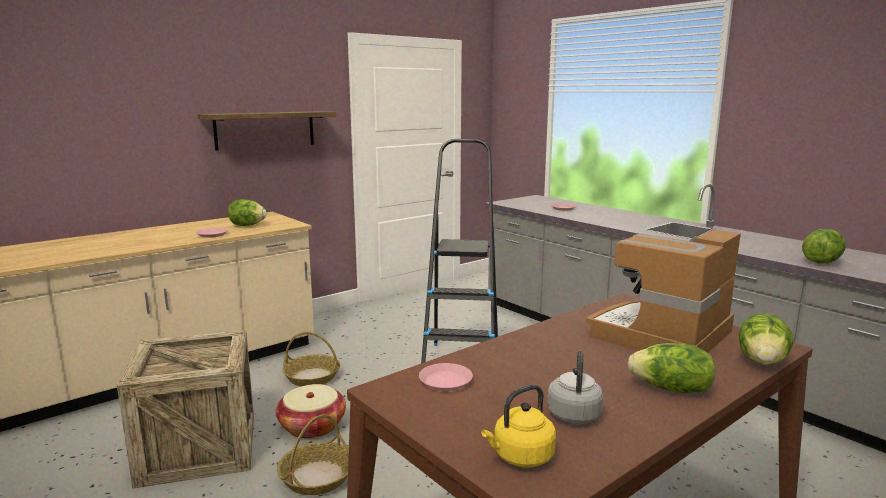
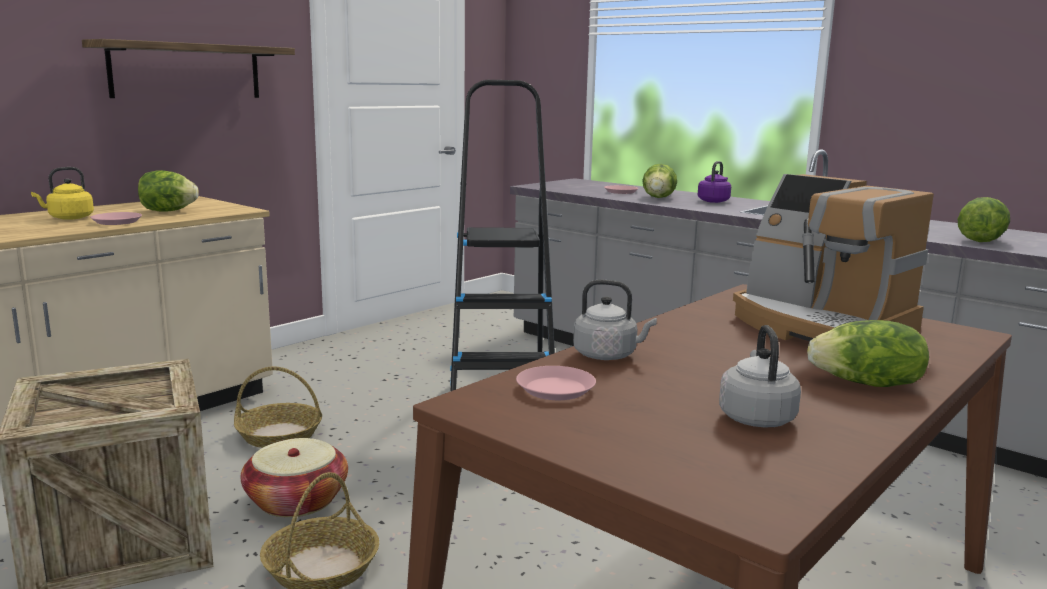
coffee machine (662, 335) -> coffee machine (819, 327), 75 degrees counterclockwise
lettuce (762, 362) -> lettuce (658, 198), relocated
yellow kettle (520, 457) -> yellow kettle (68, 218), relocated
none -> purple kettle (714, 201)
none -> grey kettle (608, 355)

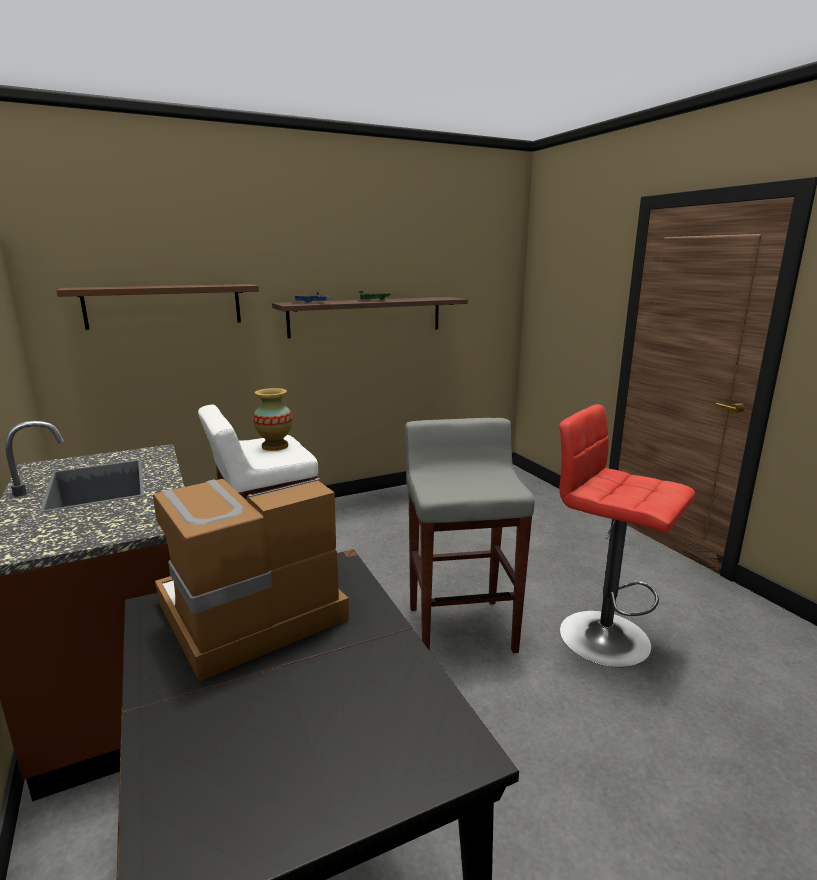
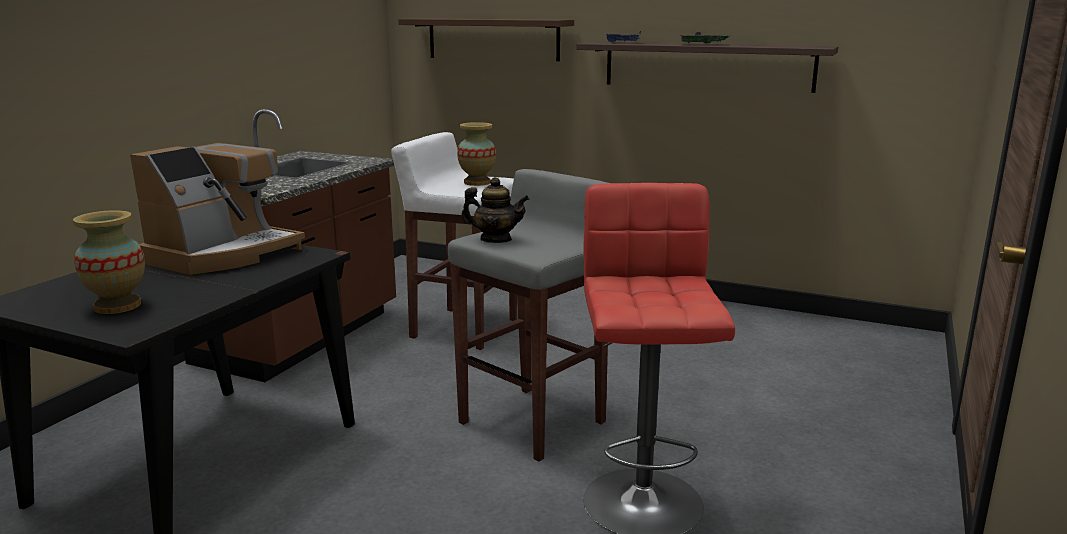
coffee machine (249, 614) -> coffee machine (224, 255), 105 degrees clockwise
none -> teapot (495, 240)
none -> vase (118, 306)

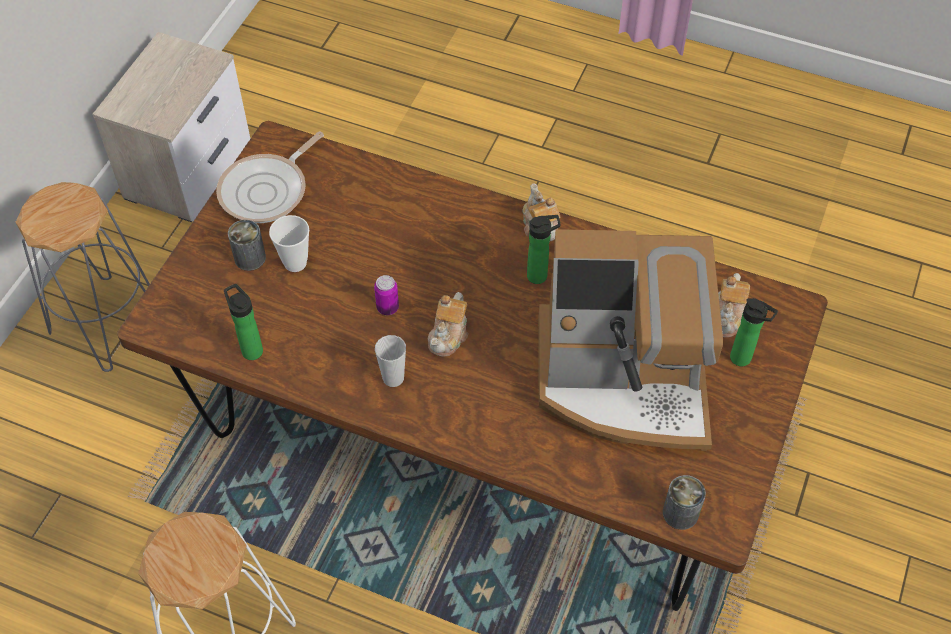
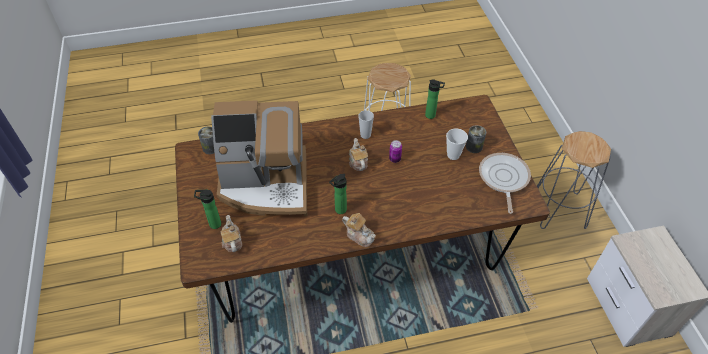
coffee machine (623, 380) -> coffee machine (266, 184), 150 degrees counterclockwise

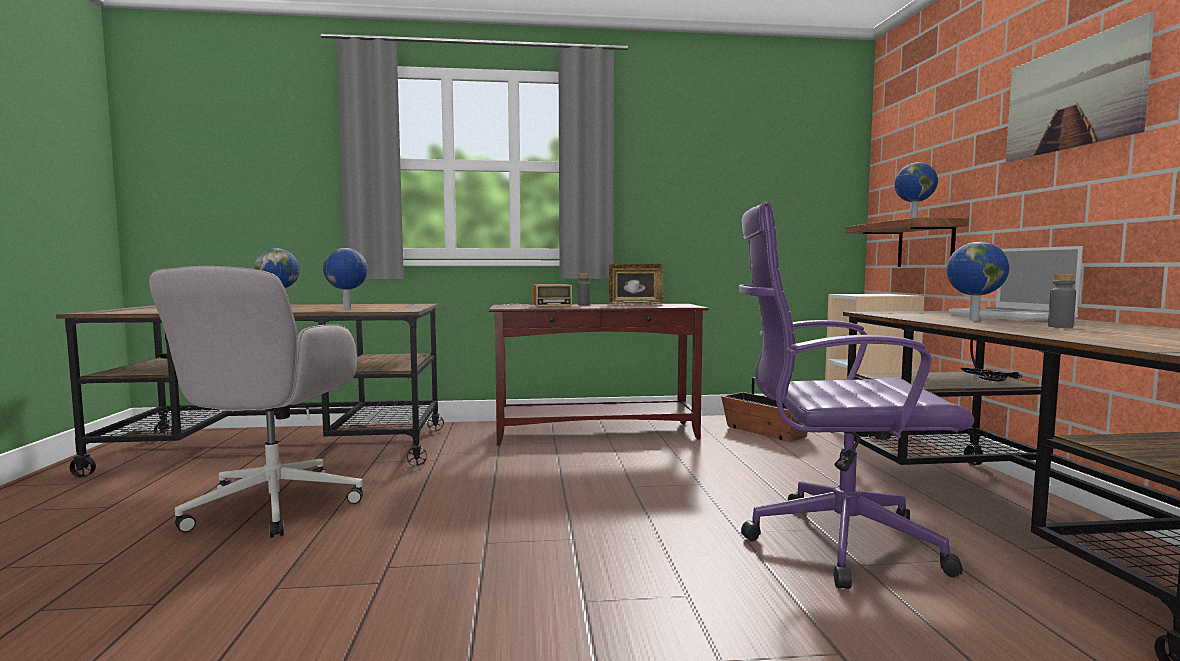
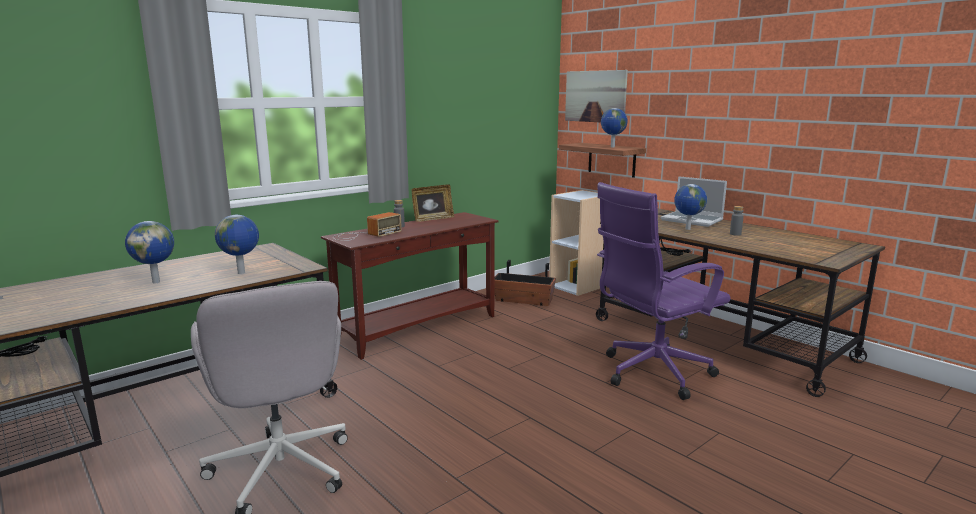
picture (1072, 96) -> picture (595, 96), relocated

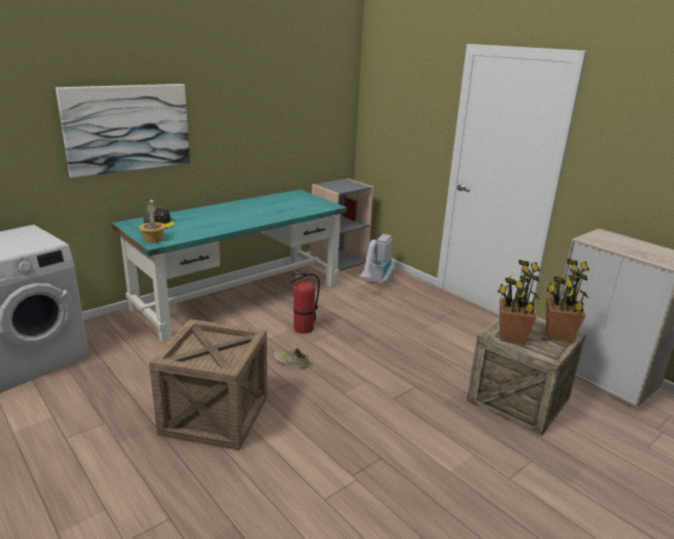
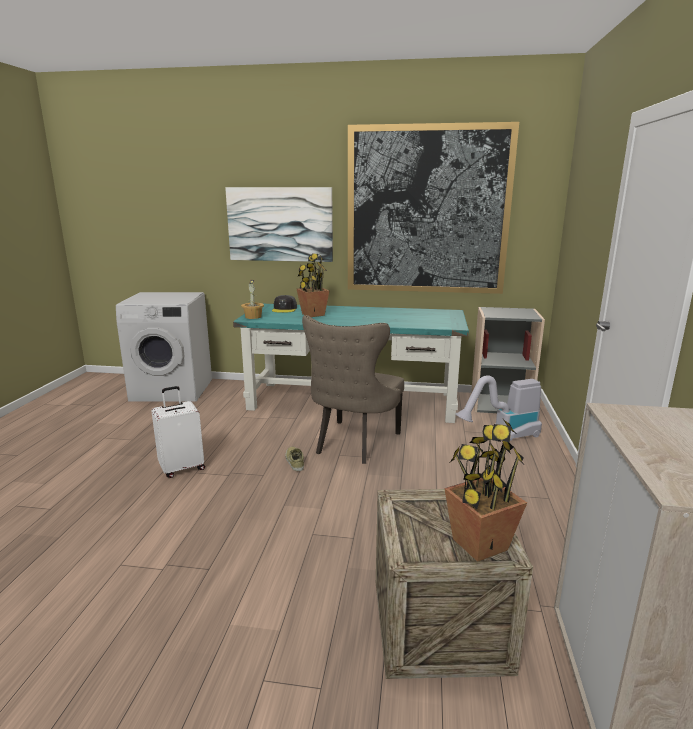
potted plant (511, 337) -> potted plant (313, 314), relocated
fire extinguisher (303, 329) -> beige chair (353, 443)
crate (215, 415) -> white suitcase (182, 468)
none -> picture (427, 211)

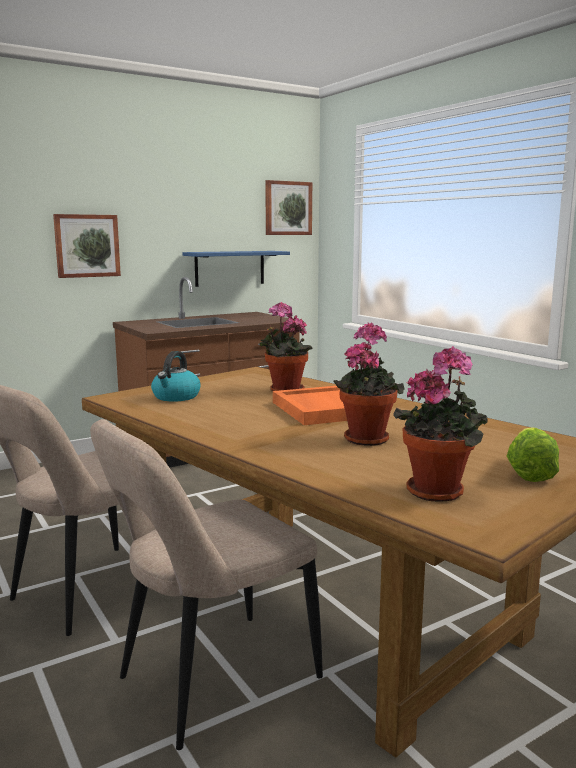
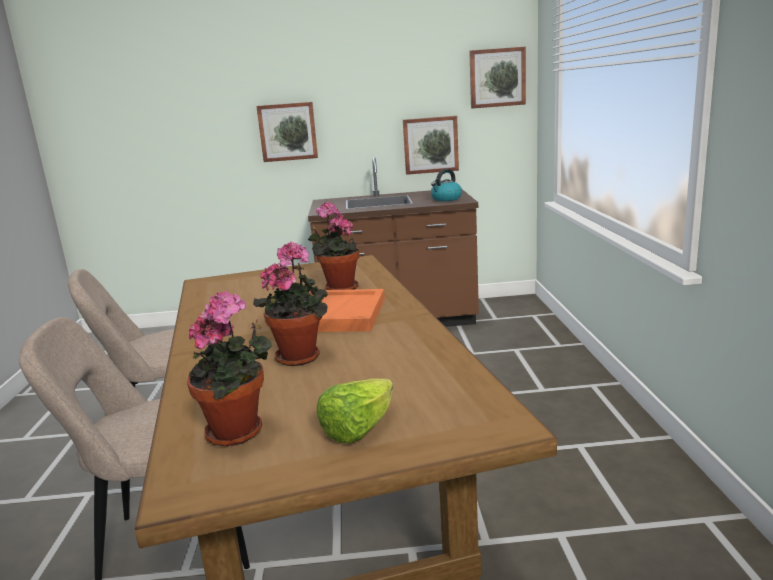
blue shelf (230, 268) -> picture (430, 145)
kettle (176, 397) -> kettle (446, 199), relocated

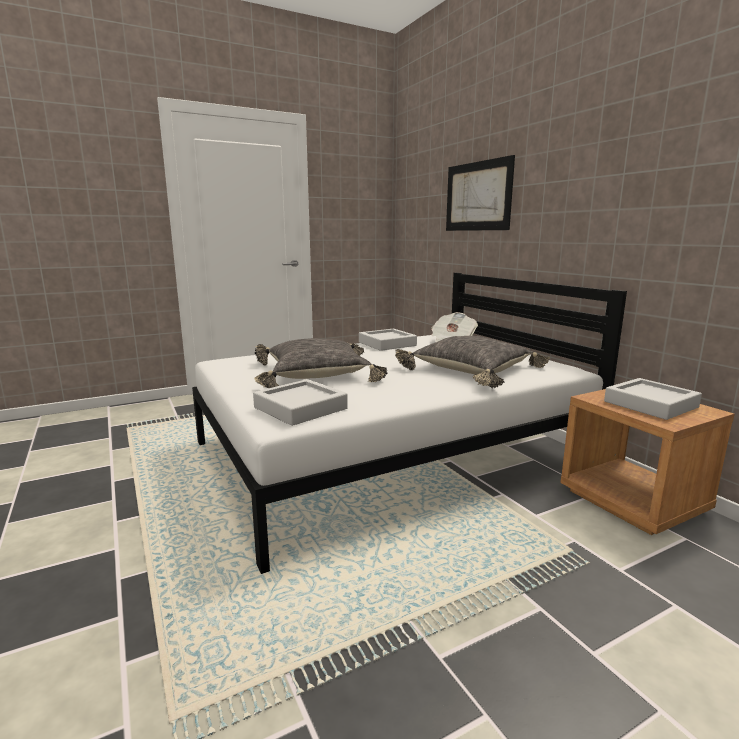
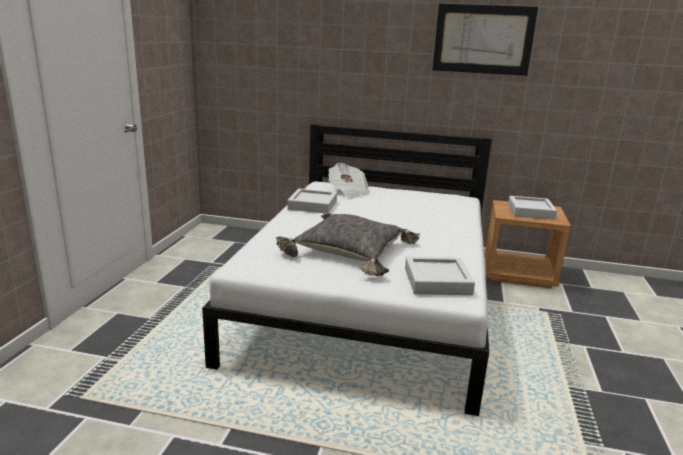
picture (477, 196) -> picture (483, 39), relocated
pillow (472, 368) -> none

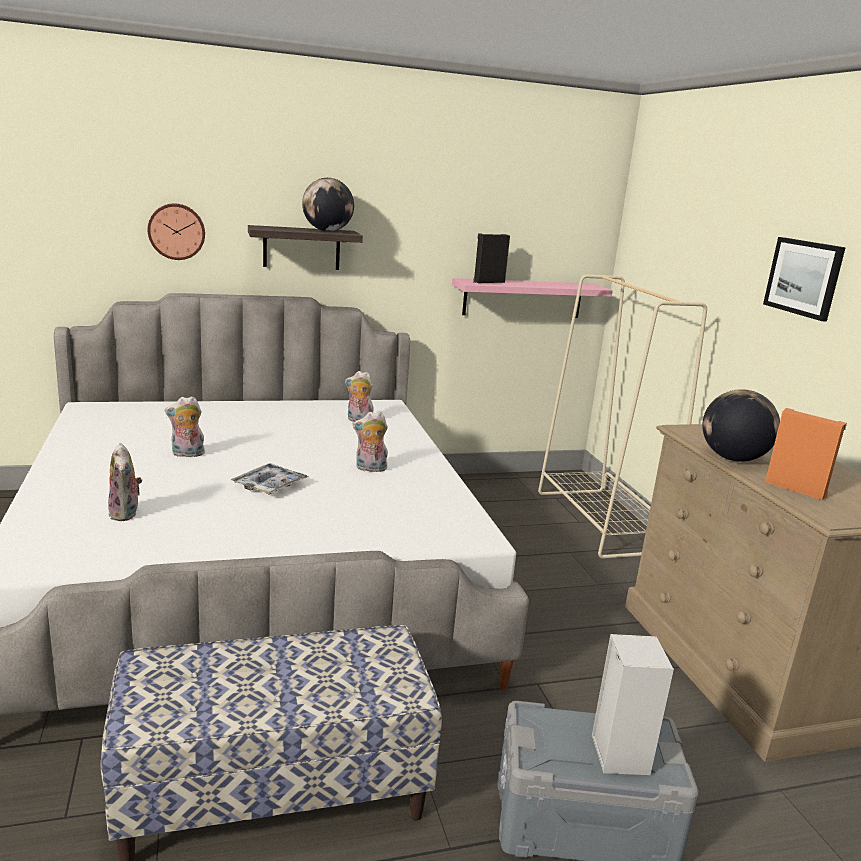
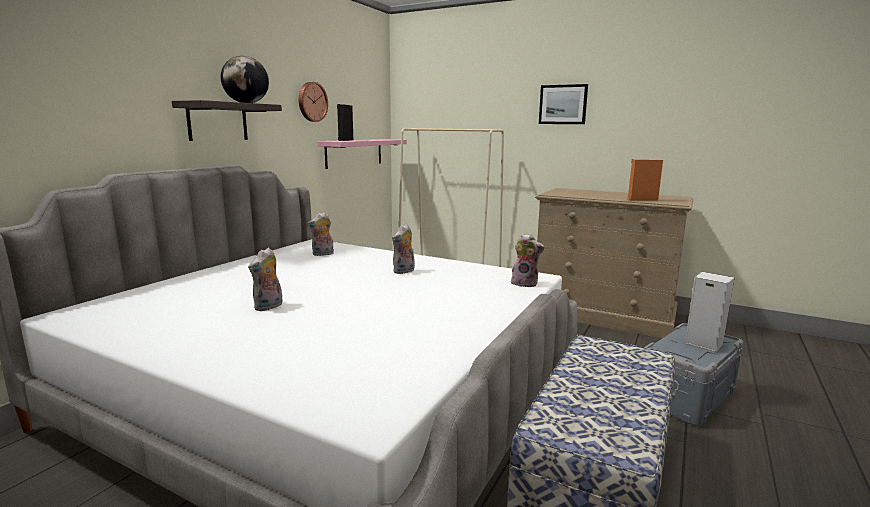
wall clock (176, 231) -> wall clock (311, 102), relocated
globe (733, 458) -> none
plush toy (126, 514) -> plush toy (525, 283), relocated
tray (269, 485) -> none

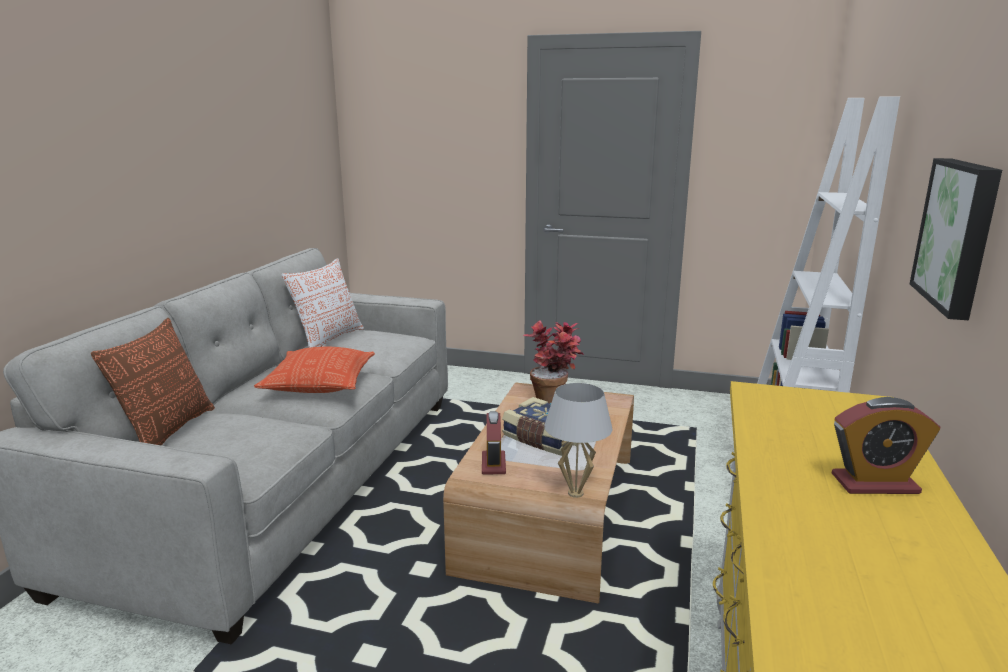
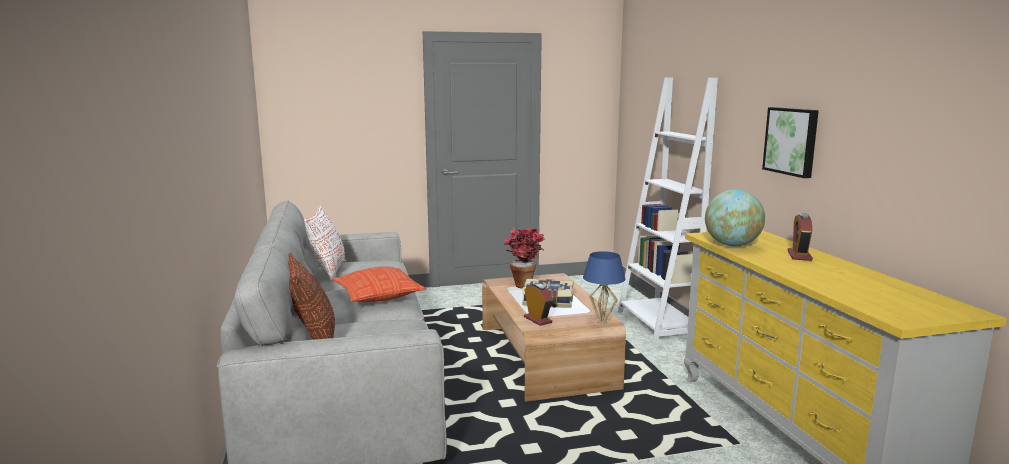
white table lamp (575, 493) -> blue table lamp (602, 322)
alarm clock (874, 484) -> alarm clock (799, 255), 135 degrees clockwise
none -> globe (732, 245)

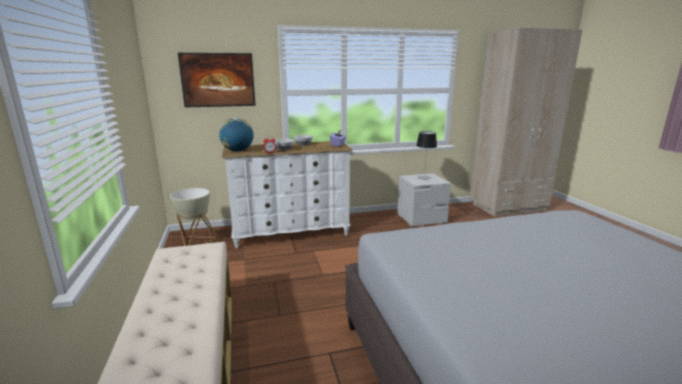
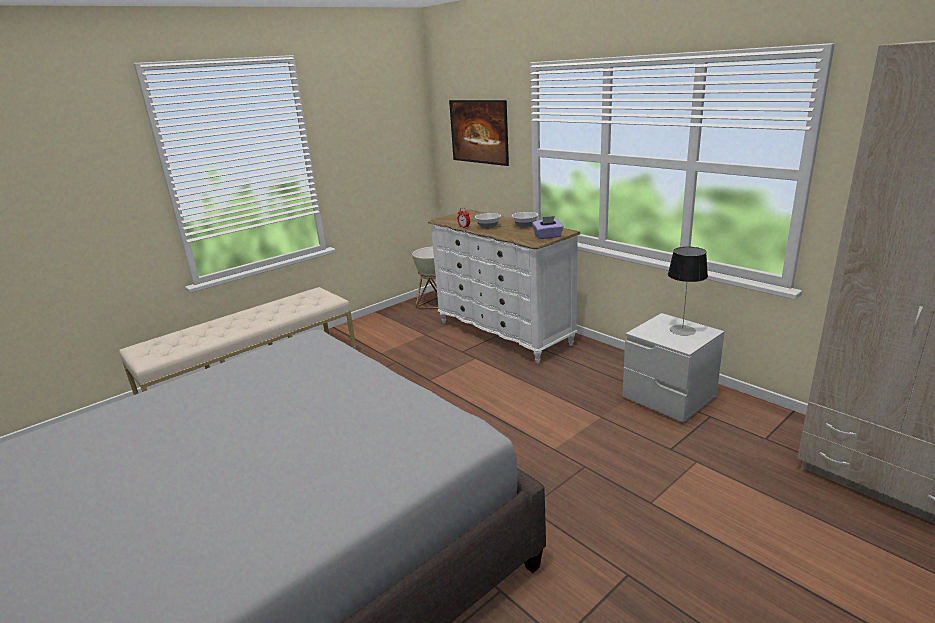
globe (237, 151) -> none

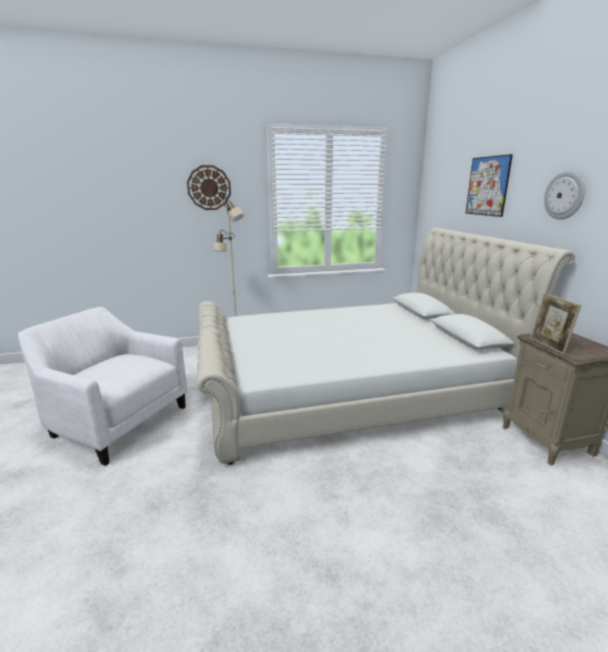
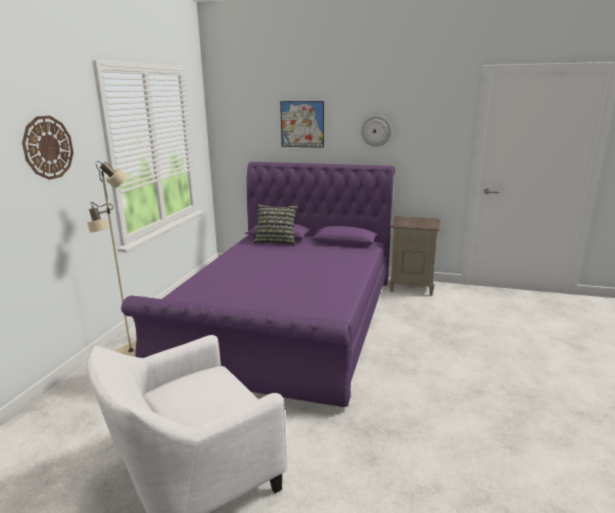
beige bed (349, 387) -> purple bed (287, 319)
picture frame (548, 346) -> none
none -> pillow (276, 242)

